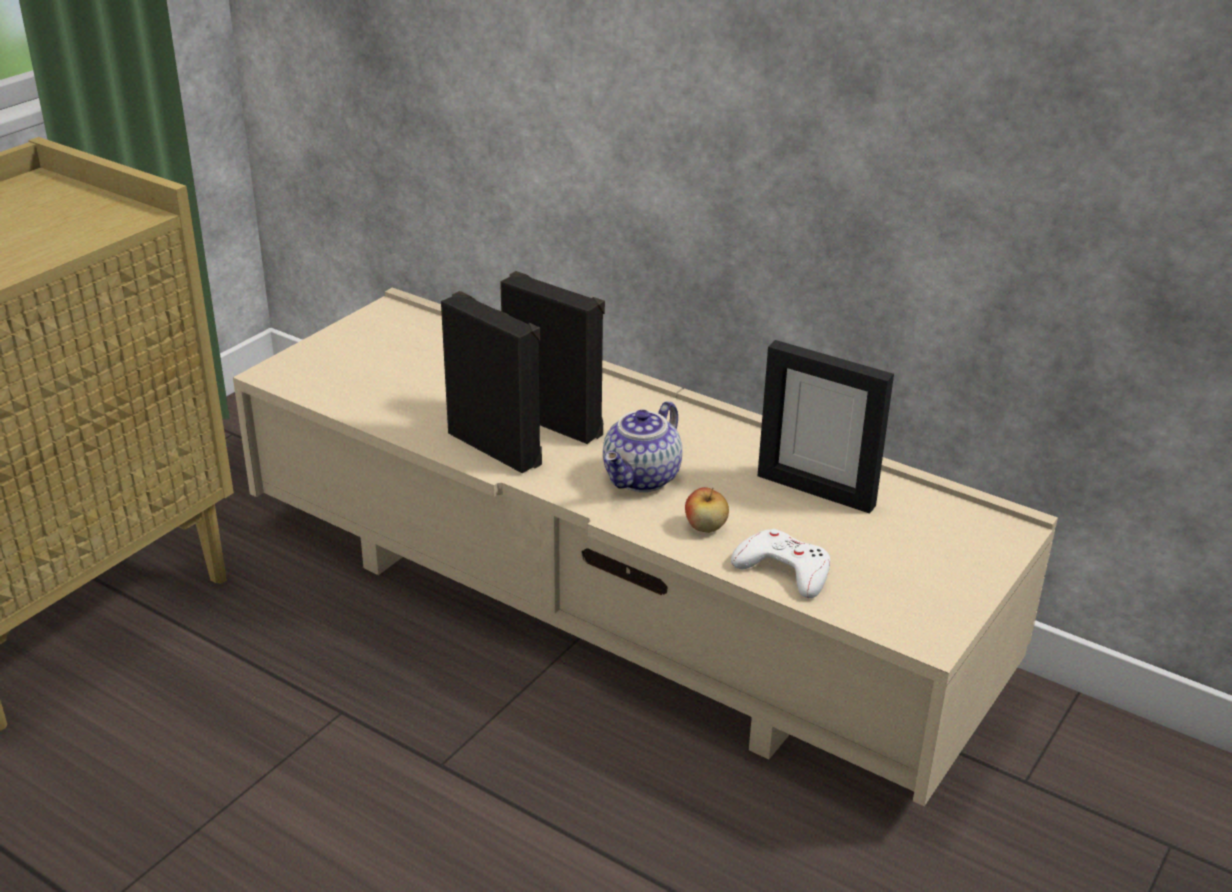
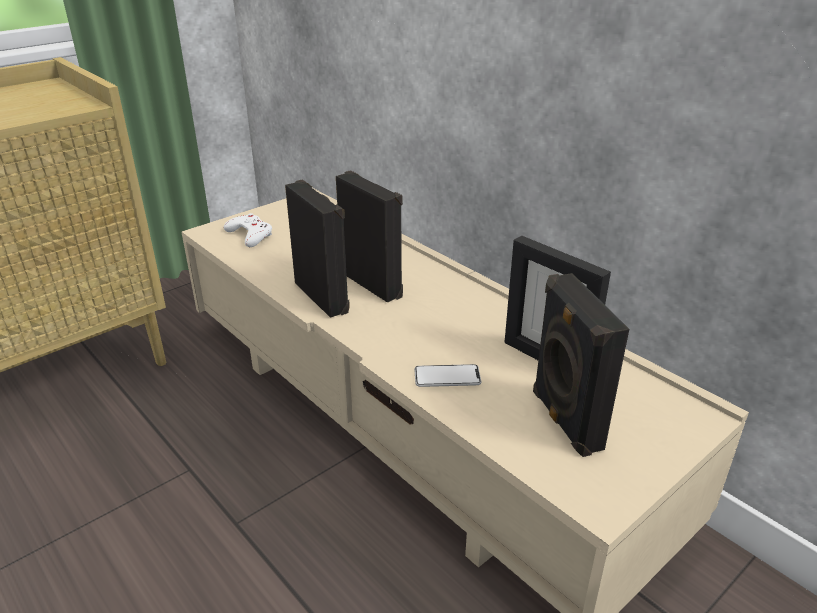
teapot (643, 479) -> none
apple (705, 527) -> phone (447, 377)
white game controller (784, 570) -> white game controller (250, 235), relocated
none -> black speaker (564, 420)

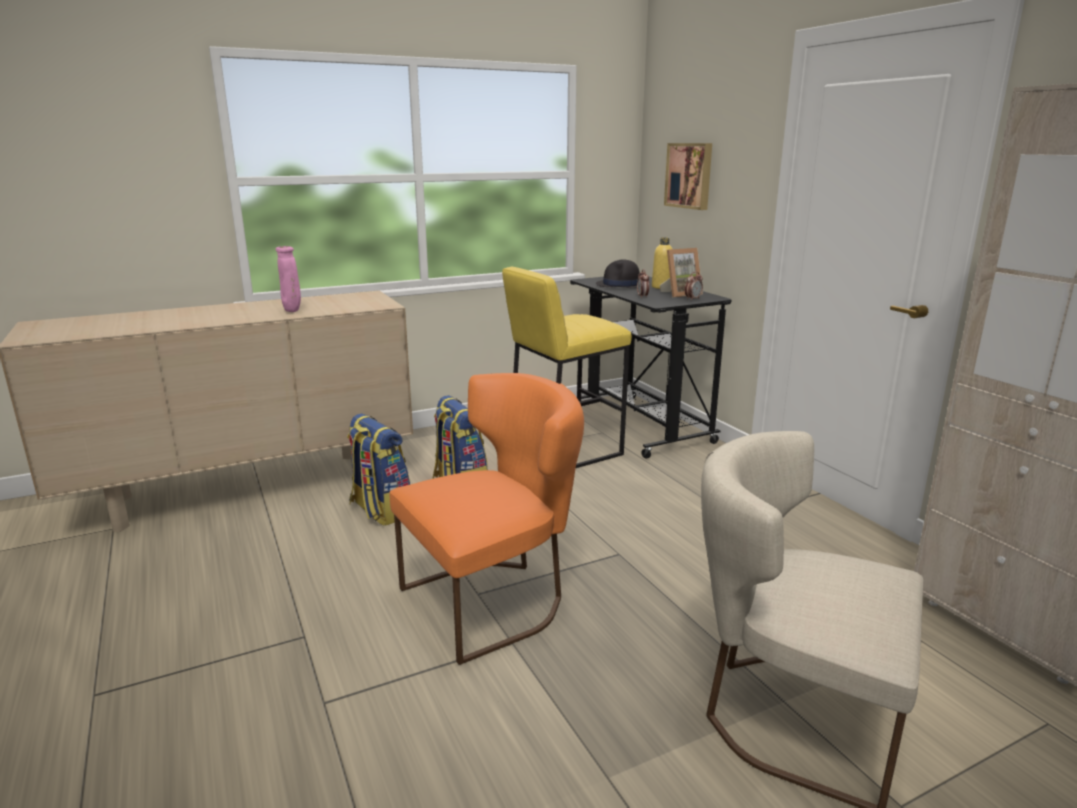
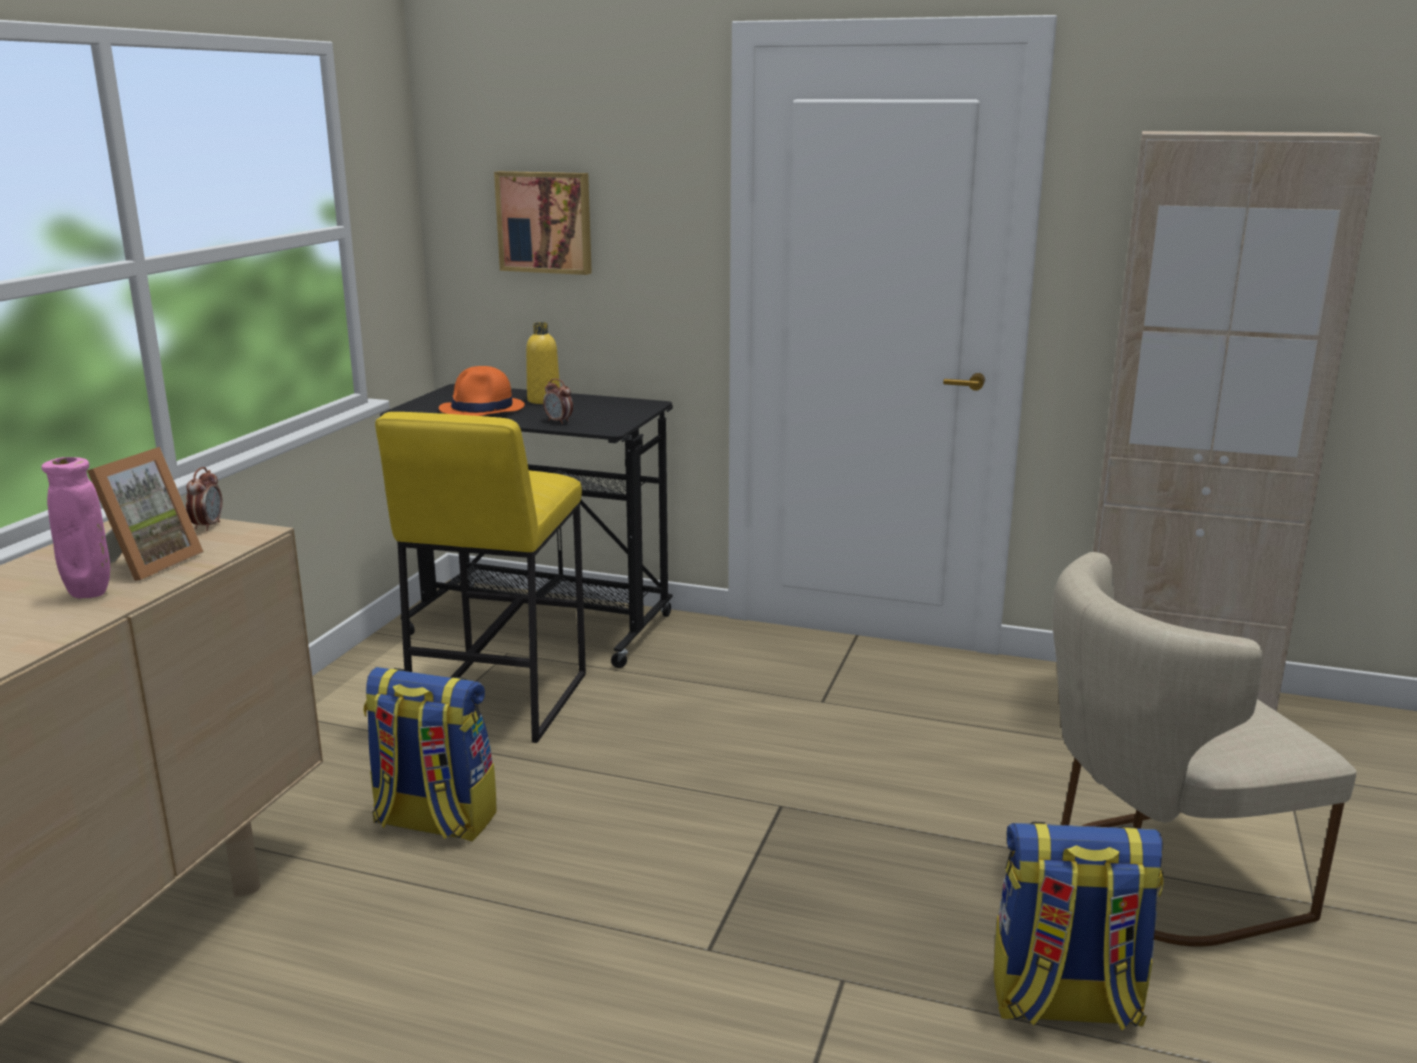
picture frame (680, 294) -> picture frame (147, 563), relocated
black hat (621, 285) -> orange hat (482, 409)
alarm clock (693, 299) -> alarm clock (208, 526), relocated
orange chair (494, 600) -> none
backpack (380, 510) -> backpack (1064, 1004), relocated

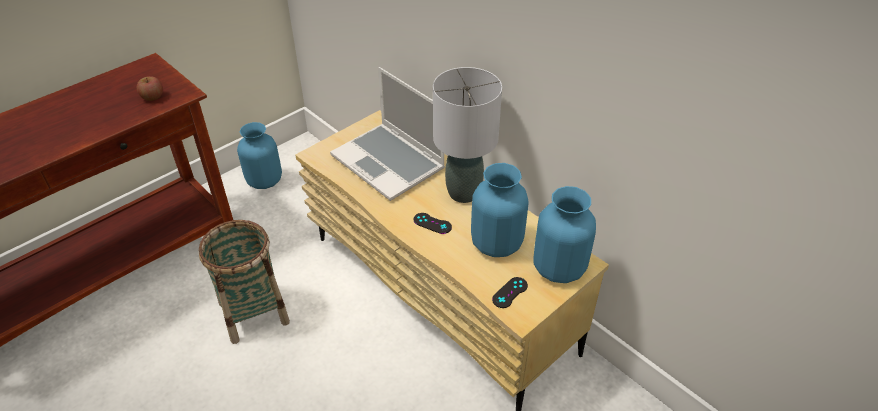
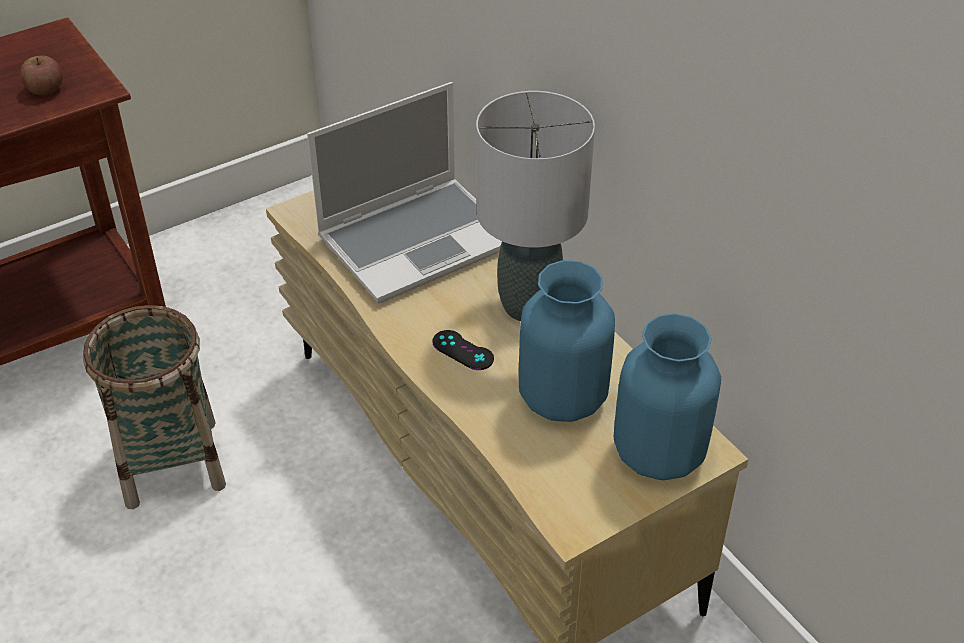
laptop (390, 163) -> laptop (417, 240), 90 degrees counterclockwise
blue vase (264, 180) -> none
black game controller (510, 292) -> none

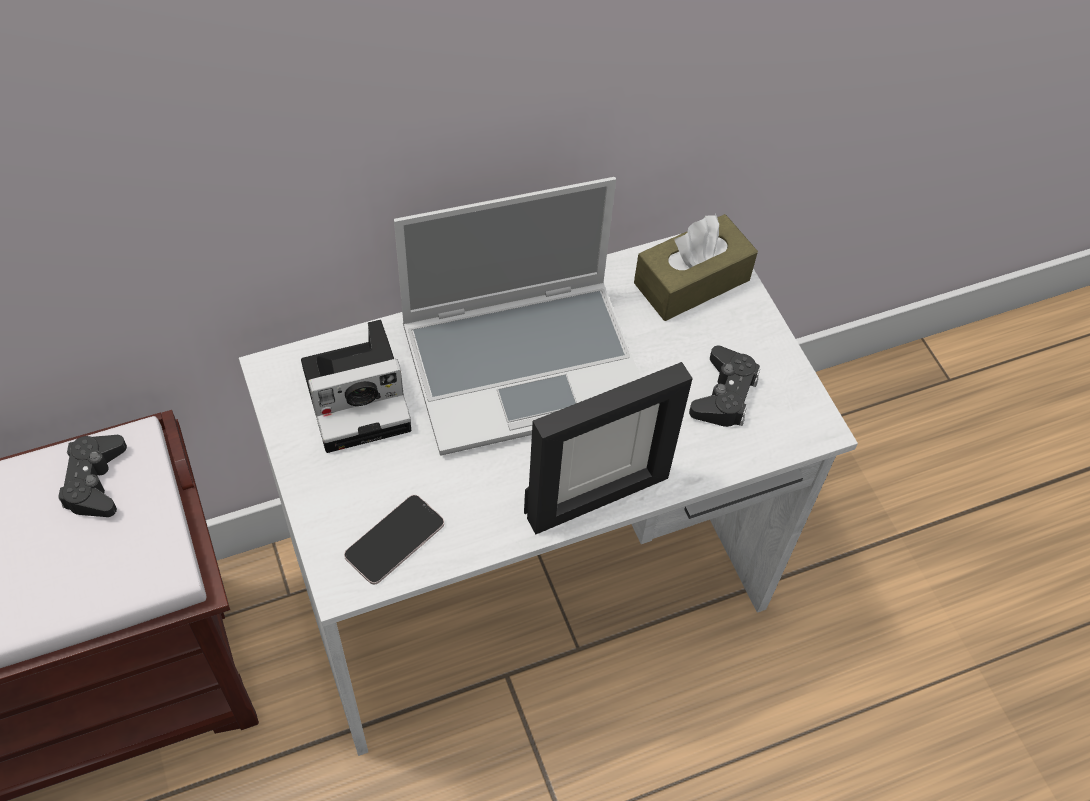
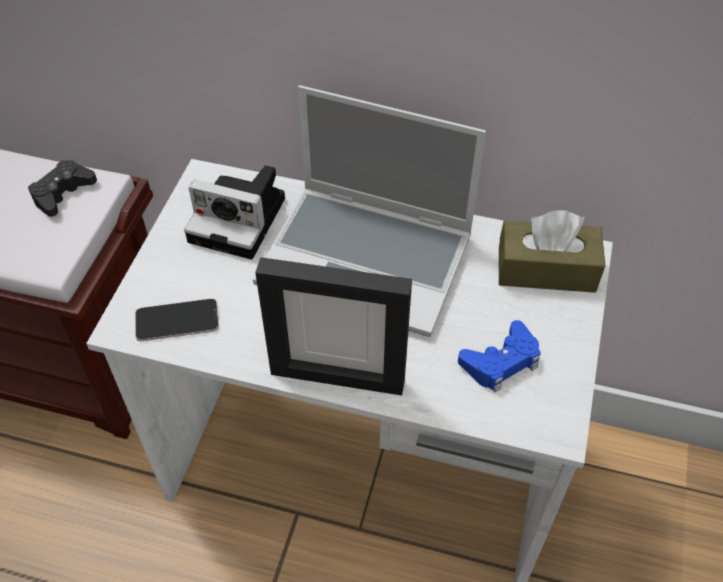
black game controller (724, 394) -> blue game controller (501, 362)

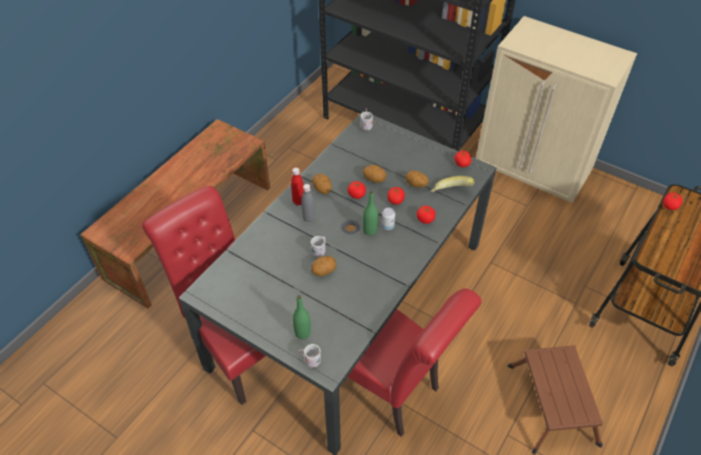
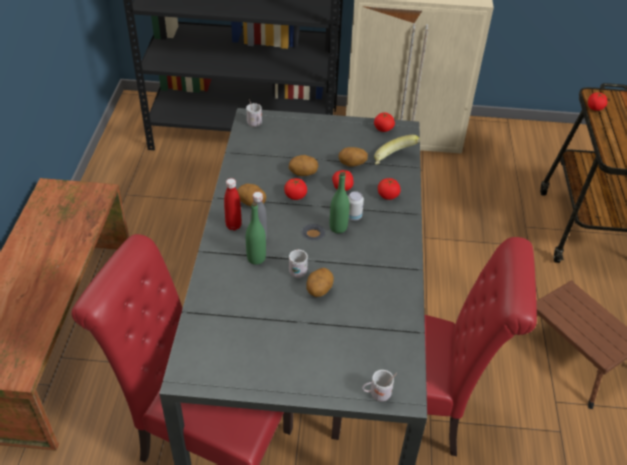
green bottle (302, 333) -> green bottle (256, 258), relocated

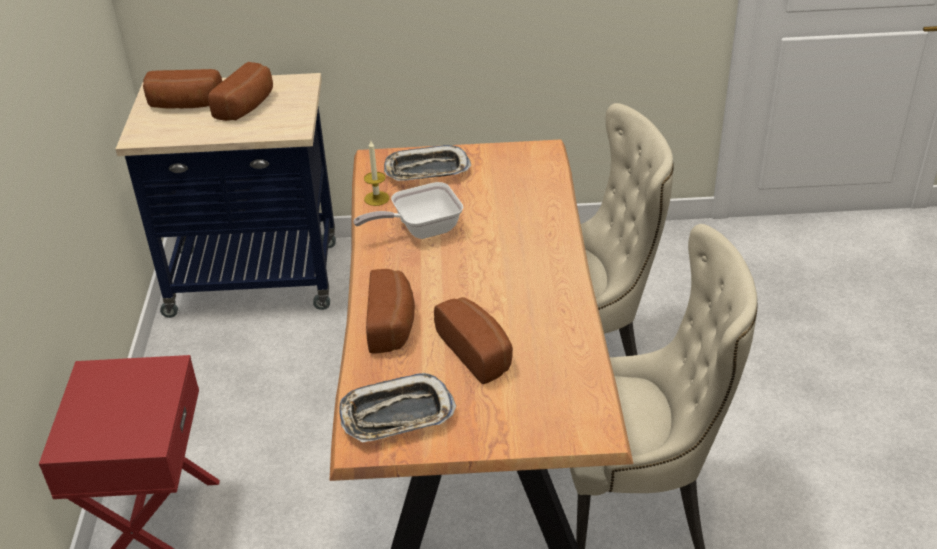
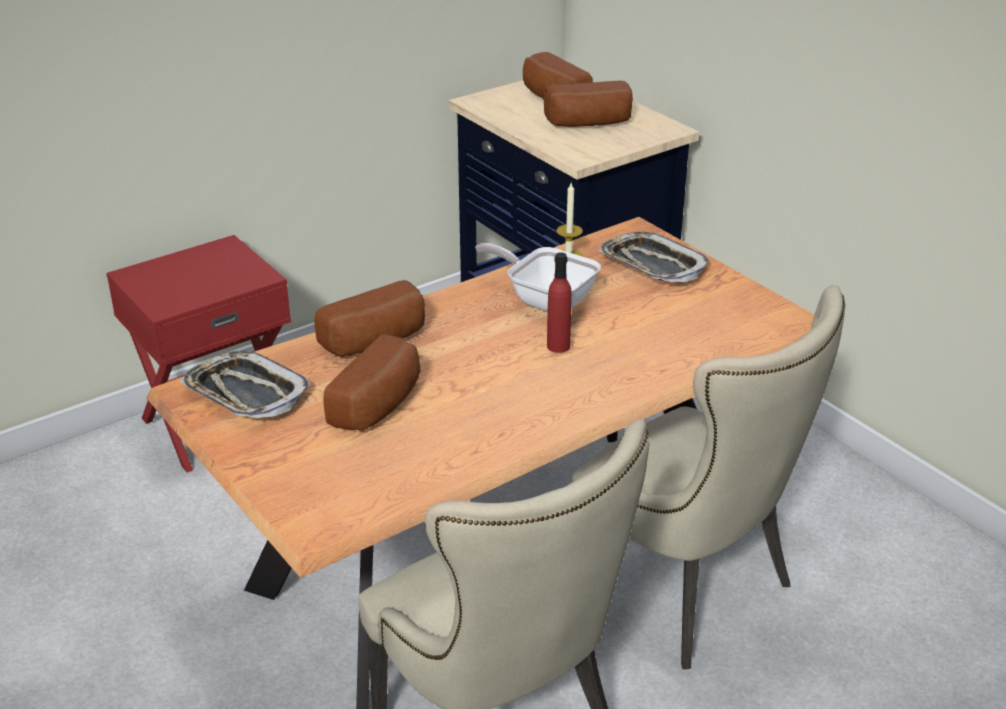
none -> red bottle (558, 346)

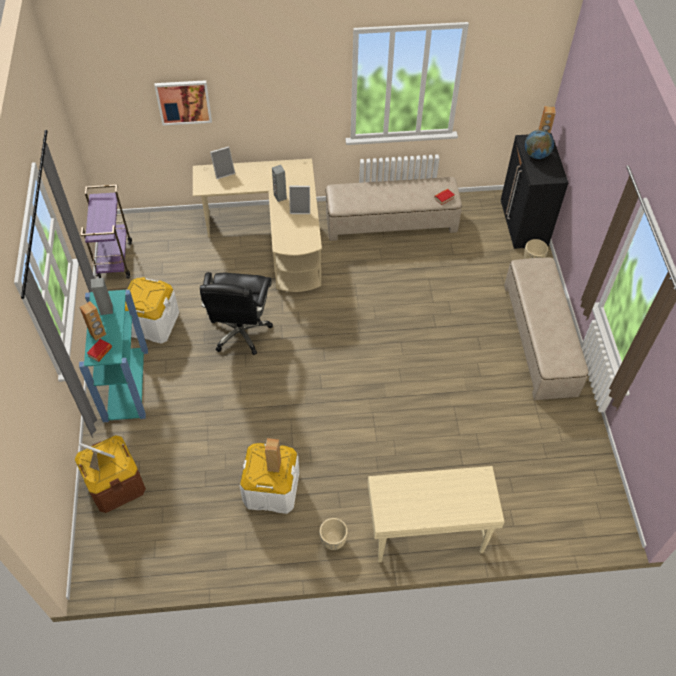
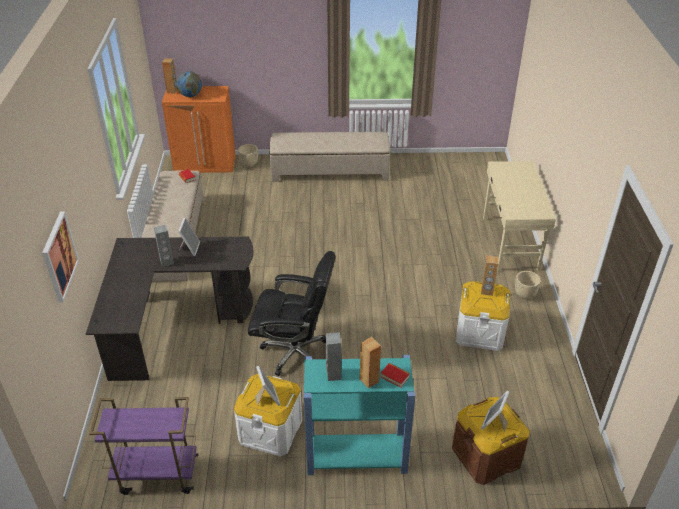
black cabinet (524, 223) -> orange cabinet (205, 164)
picture frame (224, 172) -> picture frame (267, 398), relocated
beige desk (274, 239) -> black desk (171, 322)

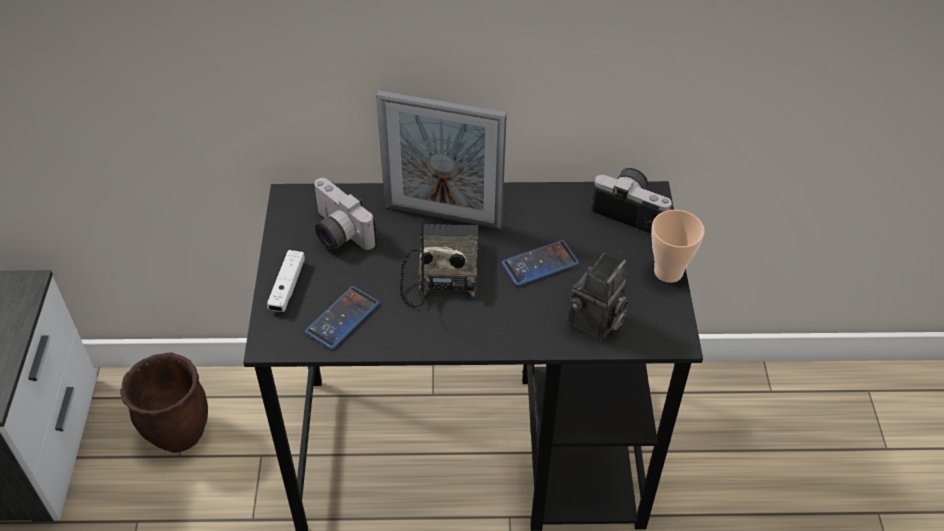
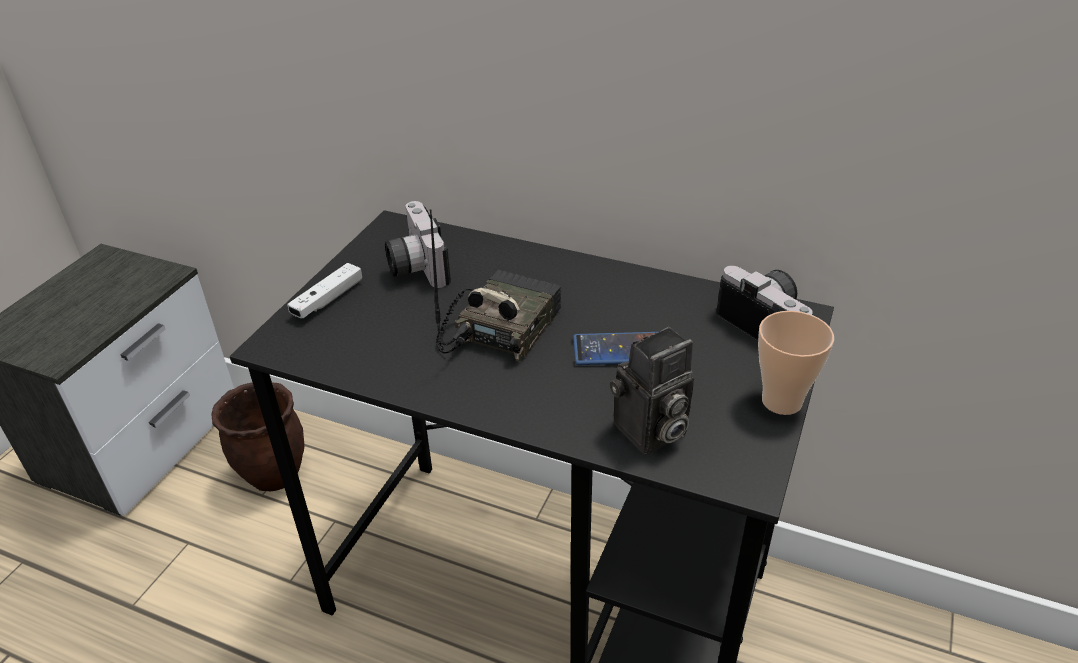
picture frame (443, 216) -> none
phone (342, 318) -> none

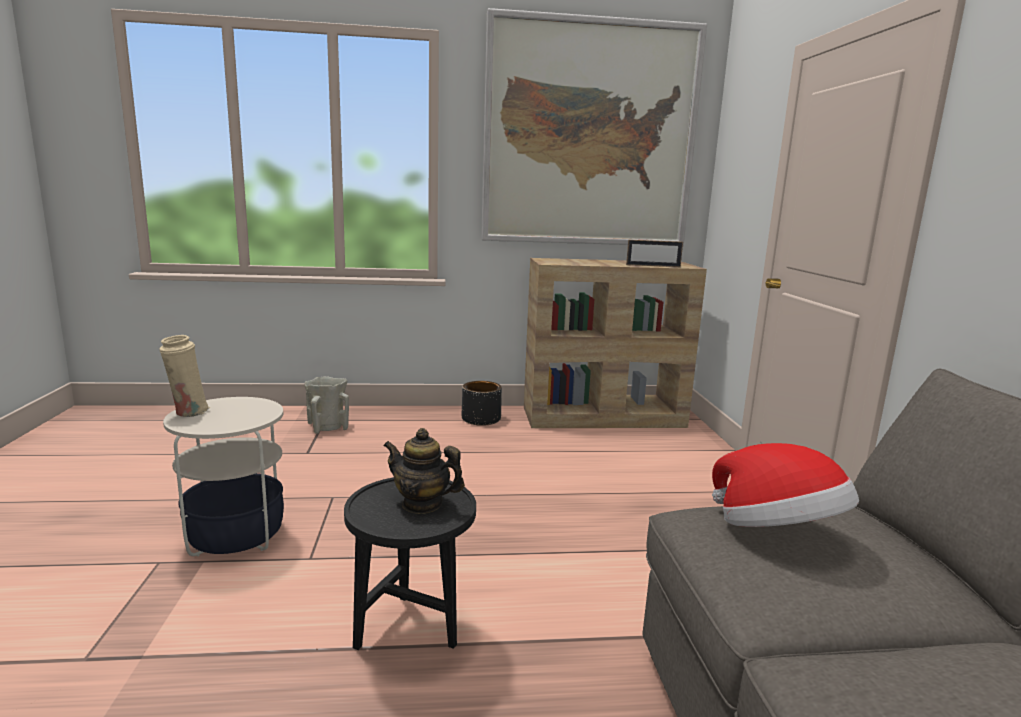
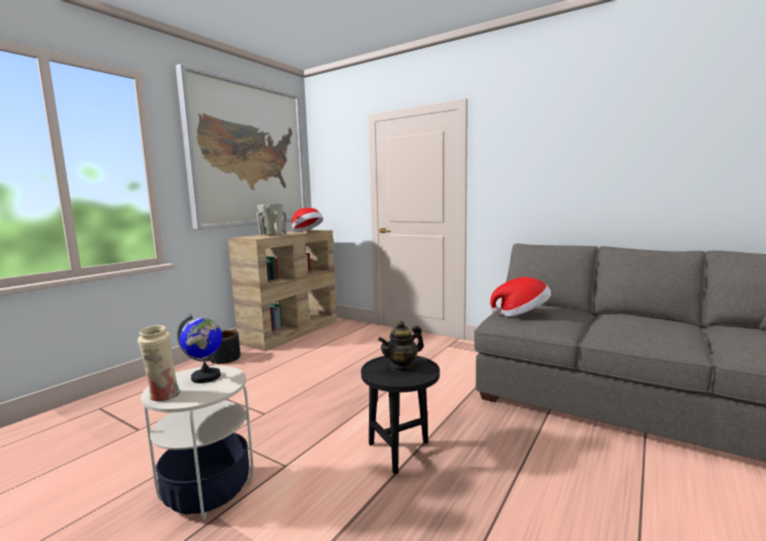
picture frame (653, 266) -> hat (307, 232)
beige vase (328, 427) -> beige vase (272, 235), relocated
none -> globe (206, 377)

